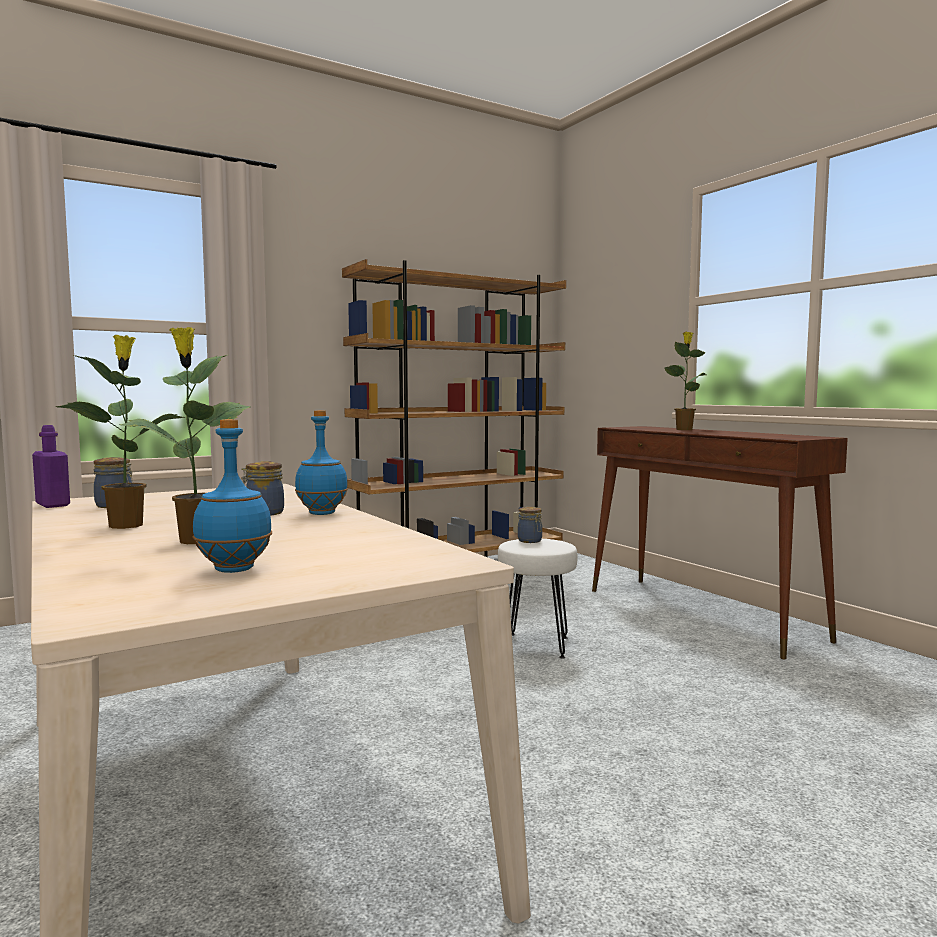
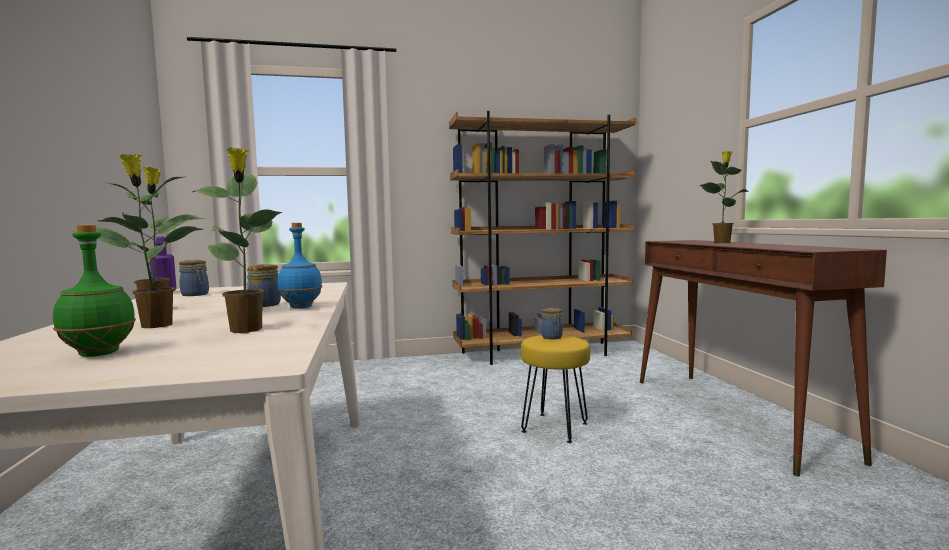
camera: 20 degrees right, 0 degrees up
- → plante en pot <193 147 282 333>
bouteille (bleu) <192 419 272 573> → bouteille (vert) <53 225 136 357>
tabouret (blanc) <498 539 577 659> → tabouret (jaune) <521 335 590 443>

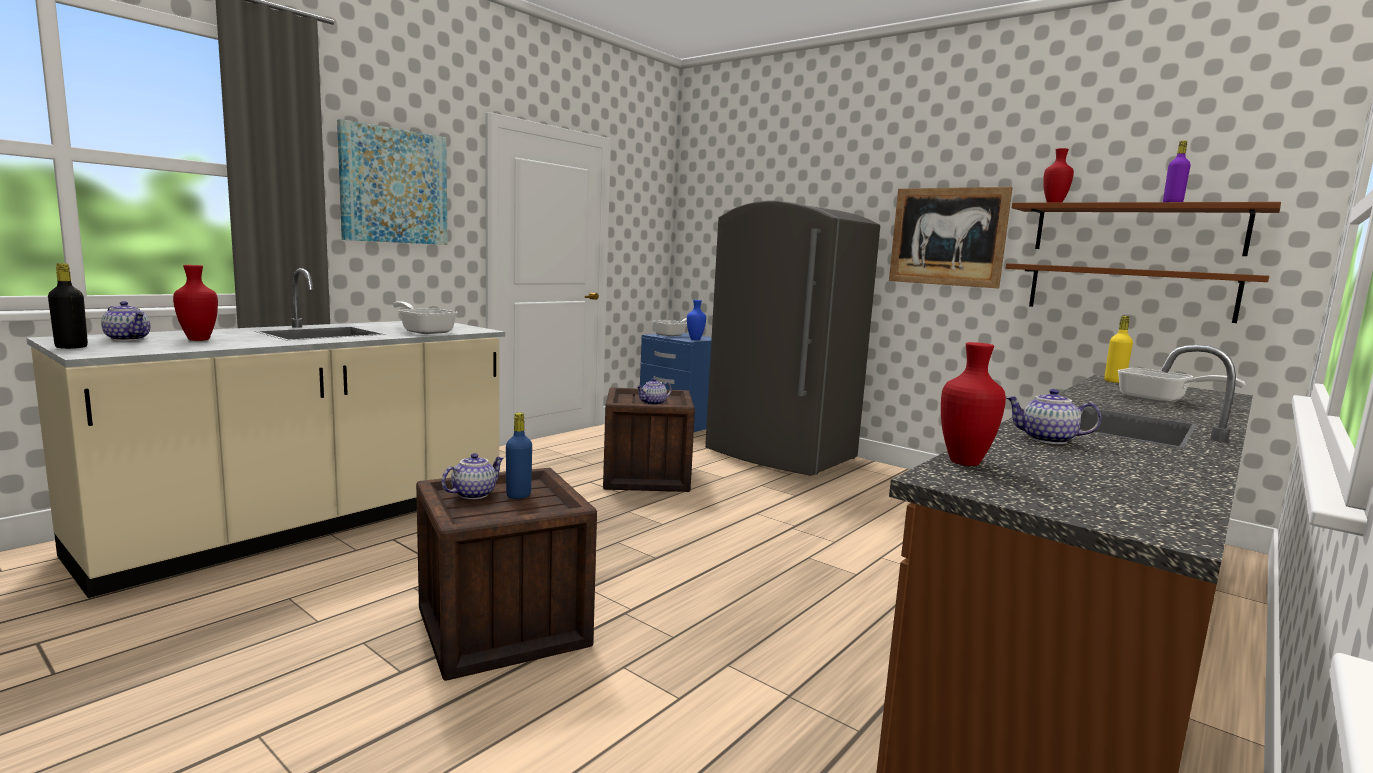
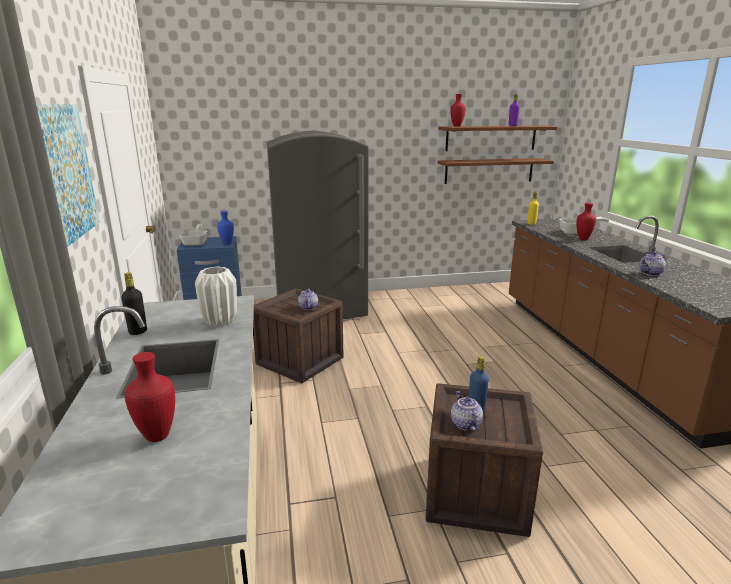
camera: 50 degrees left, 10 degrees up
théière <101 301 150 341> → -
tableau <889 187 1013 288> → -
bouteille (noir) <48 263 88 349> → bouteille (noir) <122 272 147 335>, move
vase (rouge) <941 342 1006 466> → vase (rouge) <576 203 596 240>, move
poêle <393 301 457 334> → vase (blanc) <195 266 237 327>

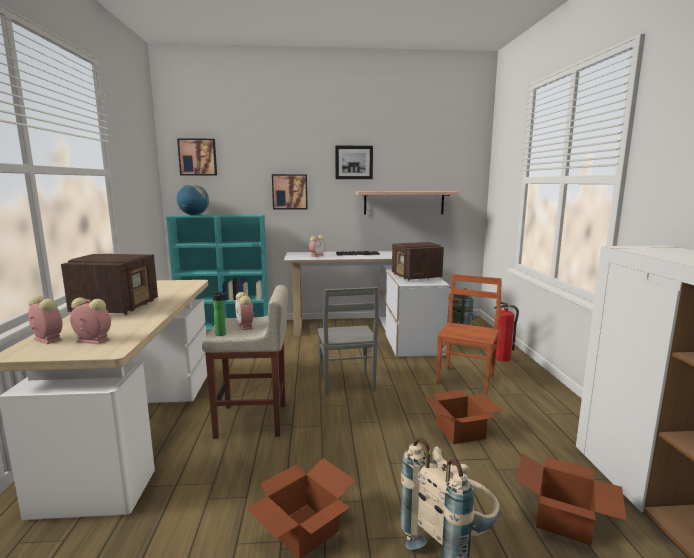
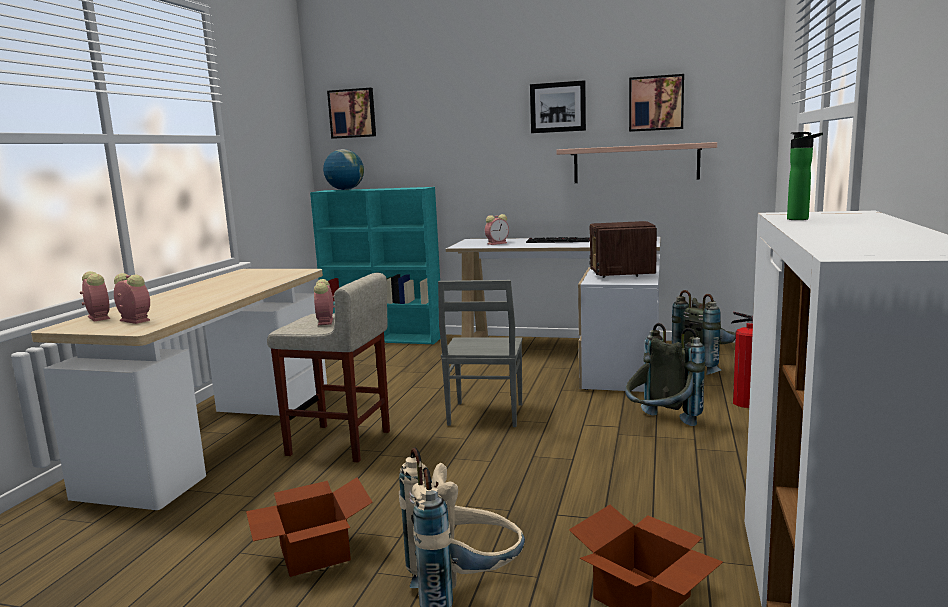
camera: 20 degrees right, 0 degrees up
radio <61 254 158 314> → -
carton <423 390 504 444> → -
bouteille <213 291 228 336> → bouteille <787 132 823 220>, move
tableau <272 174 308 210> → tableau <629 74 684 132>, move
chaise (marron) <437 274 502 394> → sac à dos (gris) <625 323 705 426>

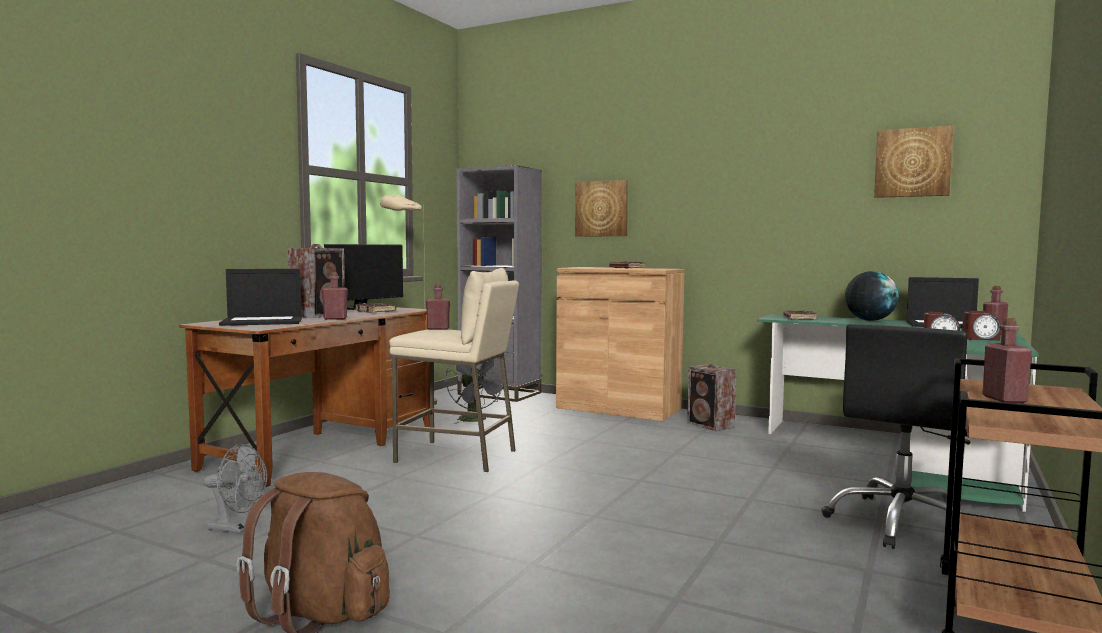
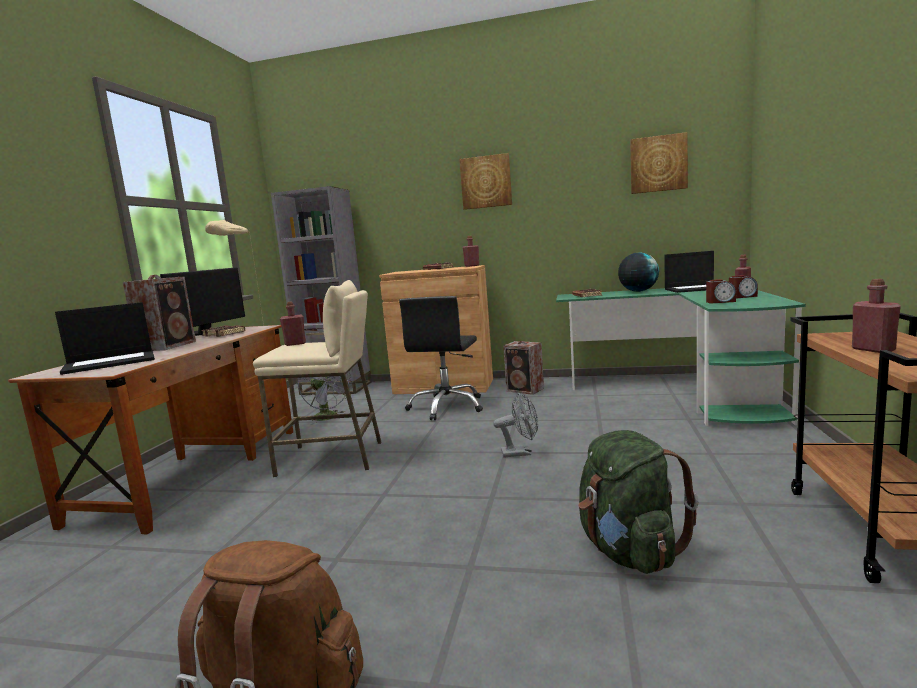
camera: 15 degrees left, 5 degrees up
- → sac à dos (vert) <578 430 699 574>
ventilateur (gris) <203 444 267 533> → ventilateur (gris) <493 393 538 457>, move
bouteille (rouge) <322 272 348 320> → bouteille (rouge) <463 236 479 267>, move
tableau <575 180 628 236> → tableau <459 153 512 210>, move
chaise de bureau (noir) <821 324 970 549> → chaise de bureau (noir) <399 296 483 420>, move

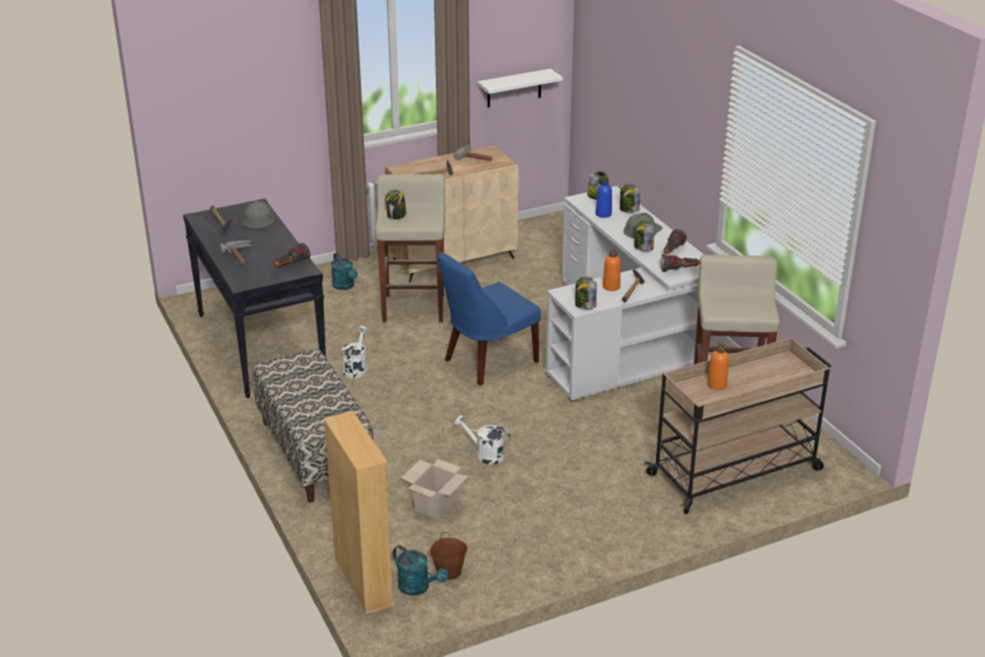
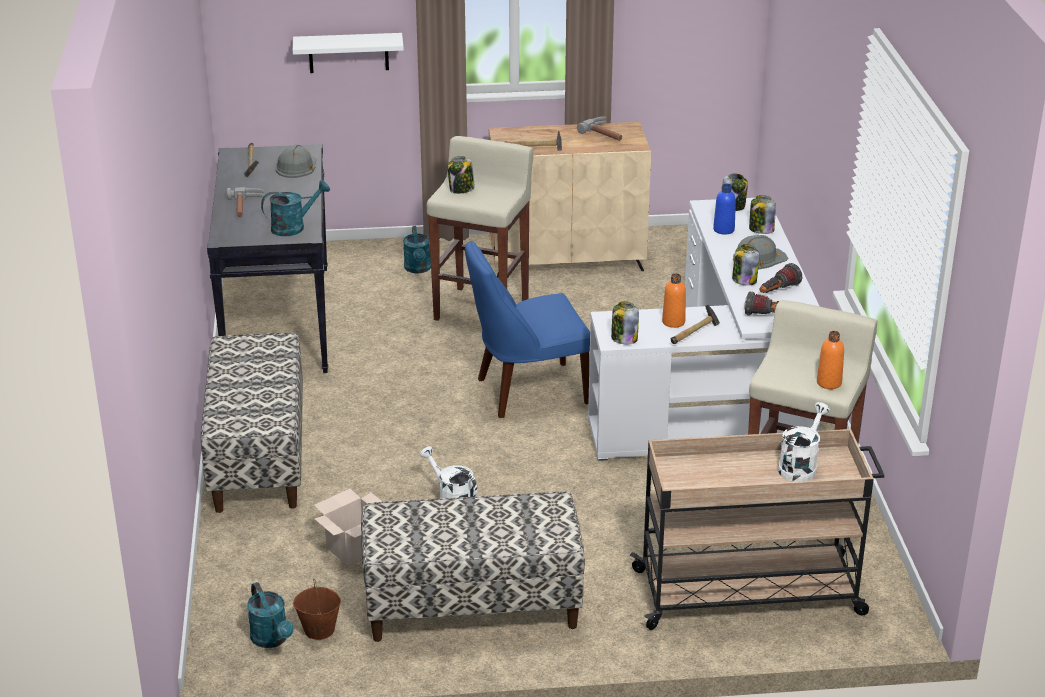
camera: 20 degrees right, 0 degrees up
bibliothèque (beige) <324 411 395 615> → -
- → banc <361 492 585 642>
arrosoir (blanc) <342 326 368 378> → arrosoir (blanc) <778 402 830 482>, move
étagère (blanc) <477 68 563 107> → étagère (blanc) <293 33 404 73>, move
bouteille (orange) <707 344 729 390> → bouteille (orange) <817 331 844 389>, move
lampe de poche <274 243 310 267> → arrosoir (turquoise) <261 180 330 236>

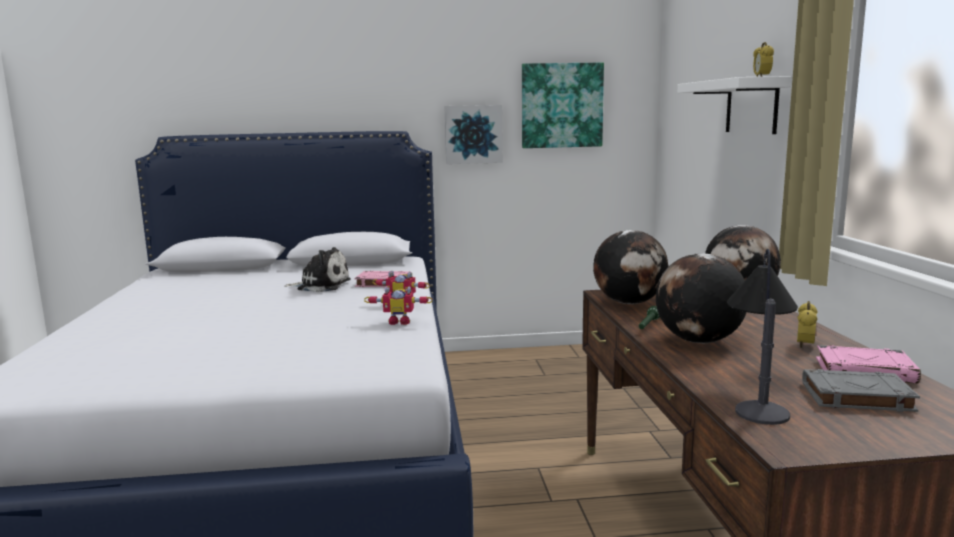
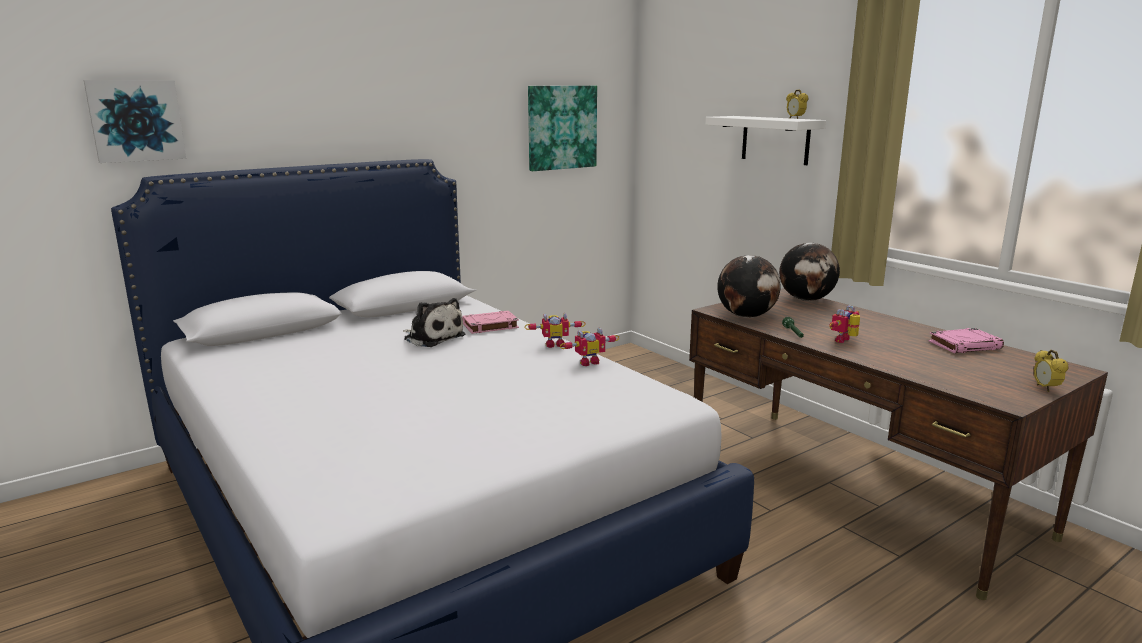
camera: 30 degrees left, 5 degrees up
lampe de table <727 249 798 425> → -
livre (gris) <802 369 920 412> → -
tableau <444 105 503 164> → tableau <84 80 186 163>, move
réveil <797 301 817 348> → réveil <1034 350 1068 392>, move
globe <656 253 747 343> → robot jouet <829 305 860 343>
peluche <284 247 351 292> → peluche <403 298 466 347>, 60 degrees clockwise

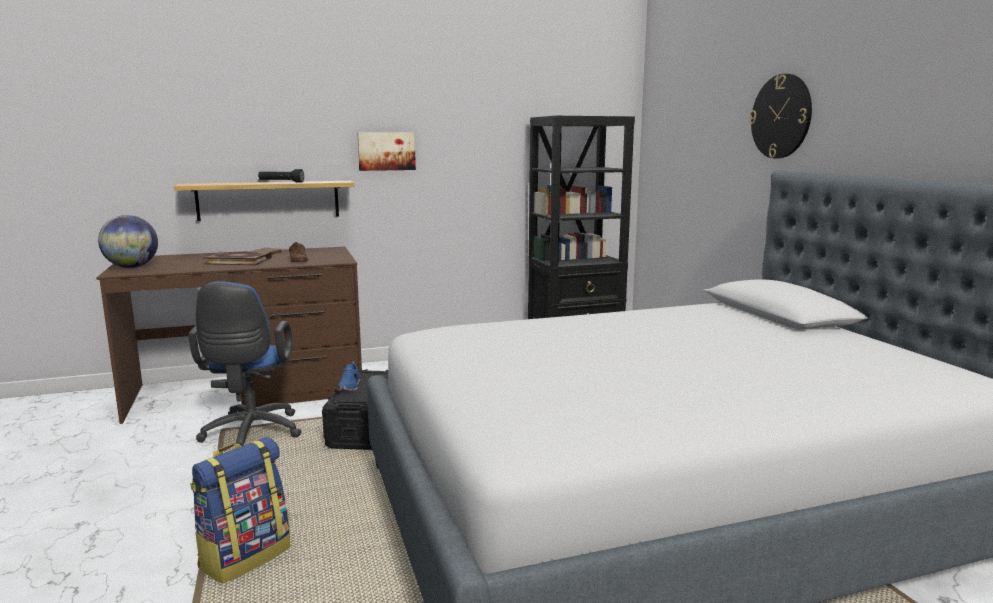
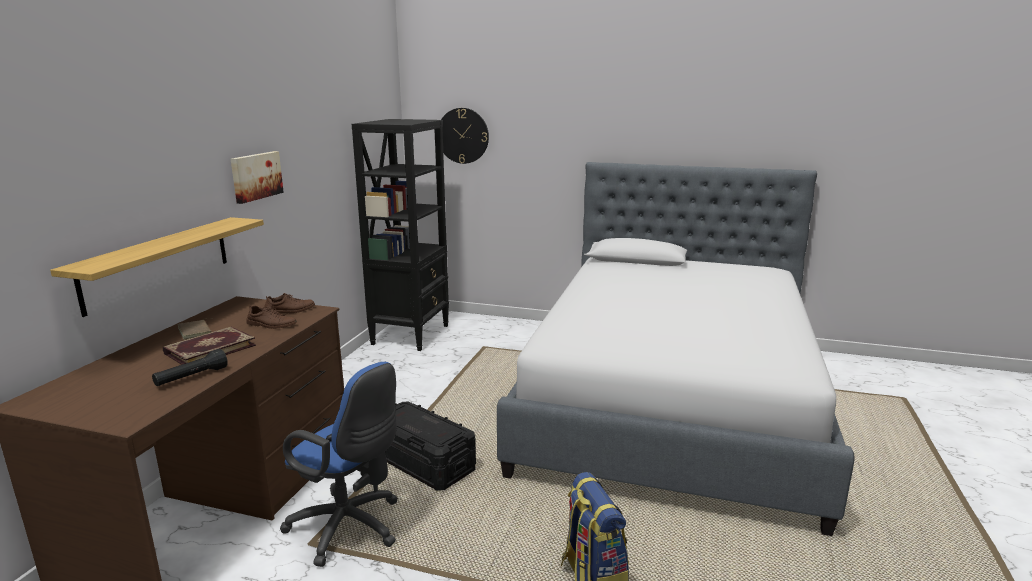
camera: 55 degrees left, 5 degrees up
globe <98 215 158 268> → -
chaussure (bleu) <338 361 360 391> → -
- → chaussure (marron) <264 293 315 314>
lampe de poche (noir) <258 169 304 183> → lampe de poche (noir) <152 349 228 386>, move
horloge murale <749 74 812 159> → horloge murale <441 108 489 164>, move

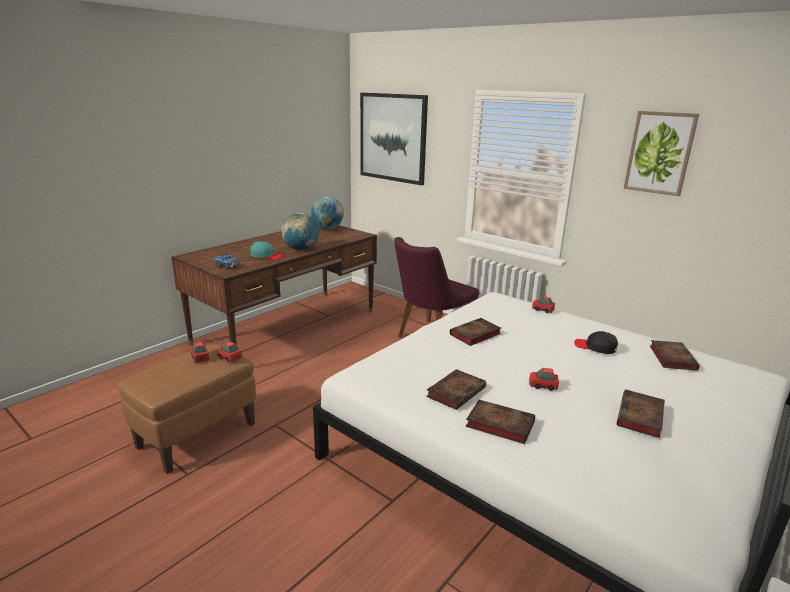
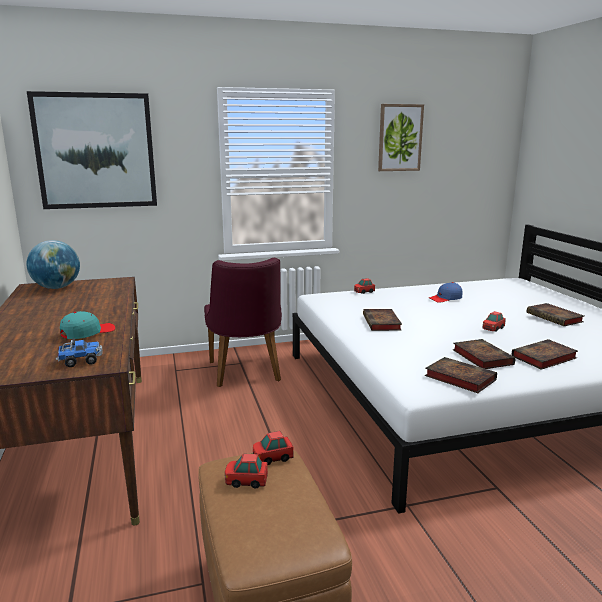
camera: 55 degrees left, 5 degrees down
globe <282 213 319 250> → -
livre <650 340 700 371> → livre <425 357 497 393>, move
casquette (noir) <574 331 618 354> → casquette (bleu) <429 282 462 303>

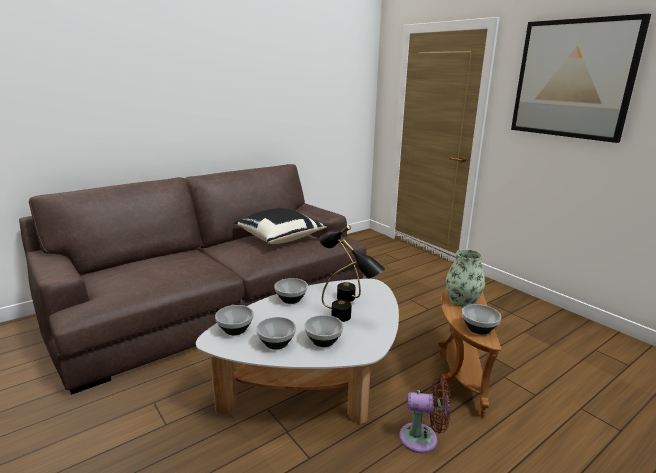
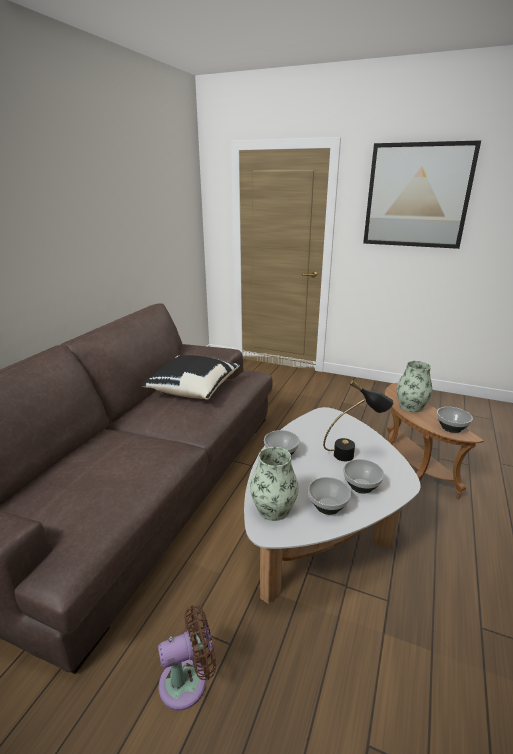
camera: 30 degrees left, 5 degrees up
lampe de table (noir) <319 225 361 302> → -
ventilateur (marron) <399 378 450 453> → ventilateur (marron) <158 605 216 711>, move
bol <215 305 254 335> → vase <250 447 299 521>

